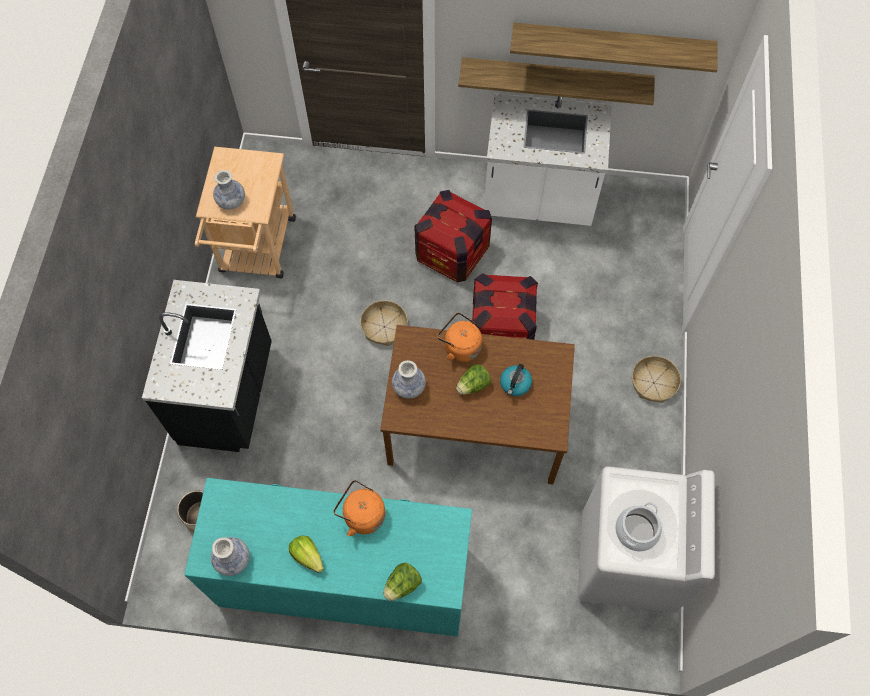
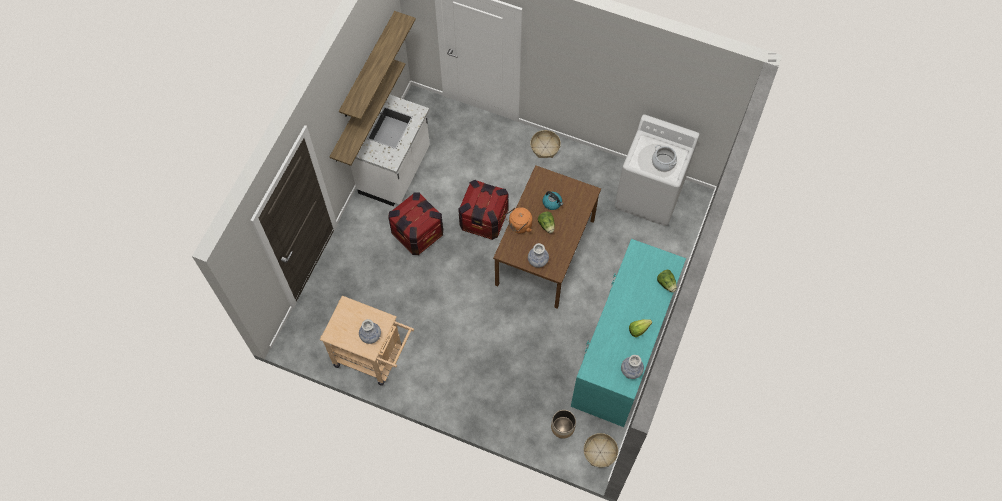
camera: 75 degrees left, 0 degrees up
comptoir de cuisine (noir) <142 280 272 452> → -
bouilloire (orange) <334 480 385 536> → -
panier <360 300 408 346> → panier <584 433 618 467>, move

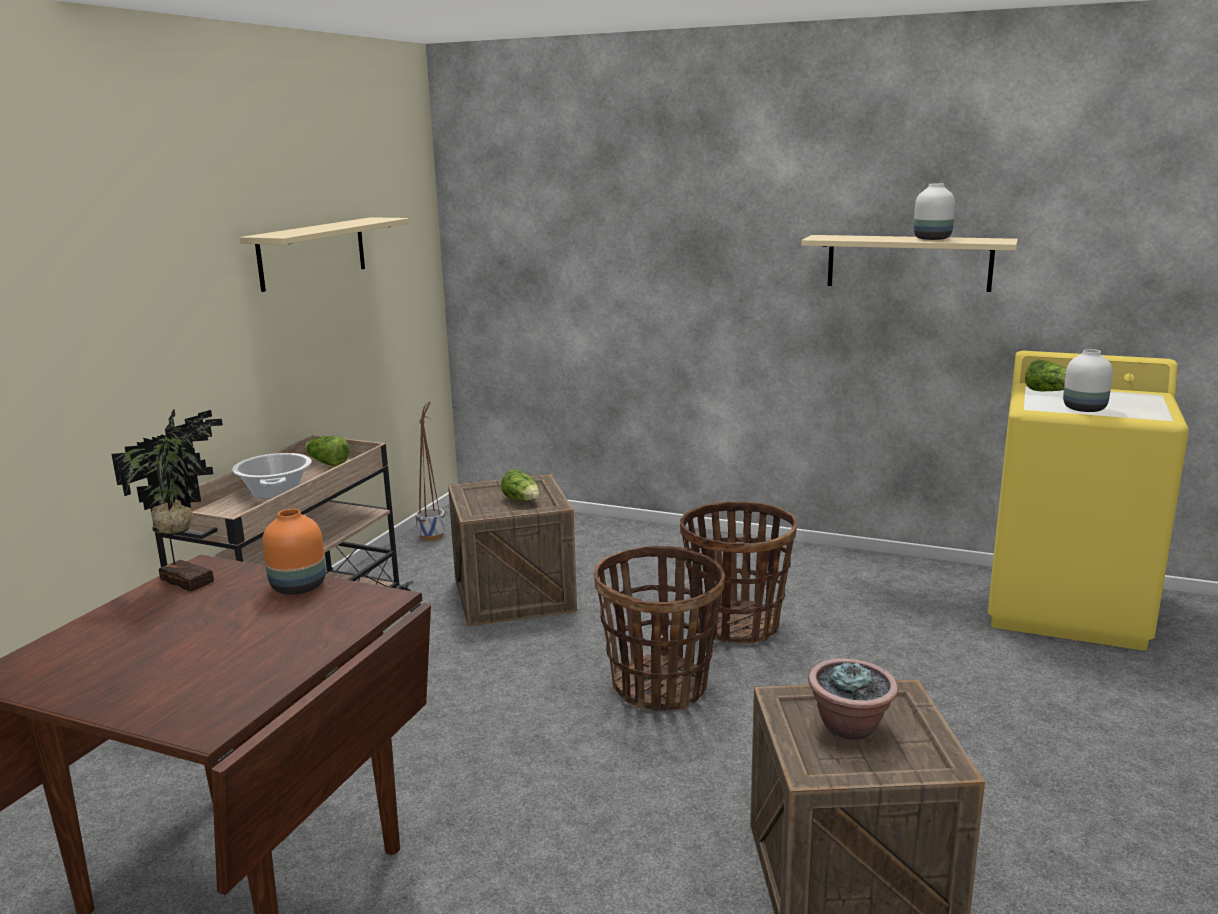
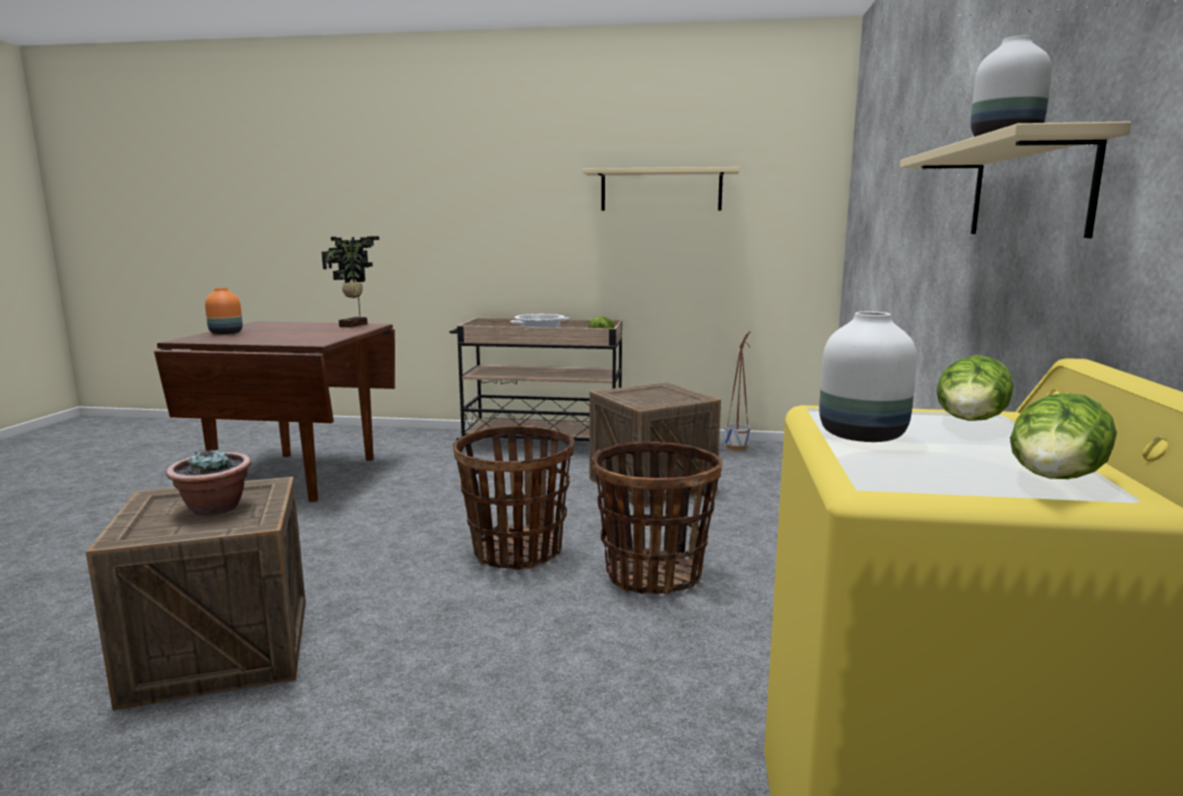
camera: 75 degrees right, 5 degrees down
vase (orange) <262 509 326 595> → vase (orange) <205 288 243 335>, move
laitue <501 469 539 501> → laitue <1010 392 1117 479>, move

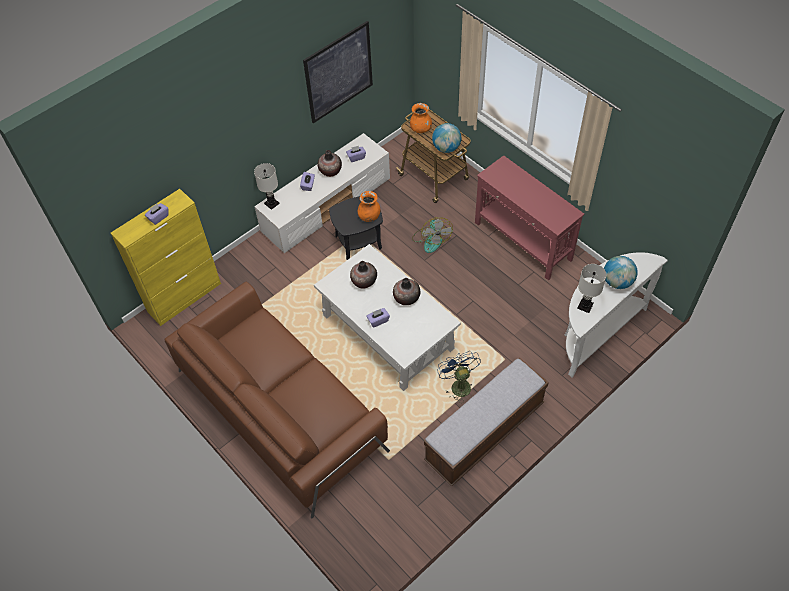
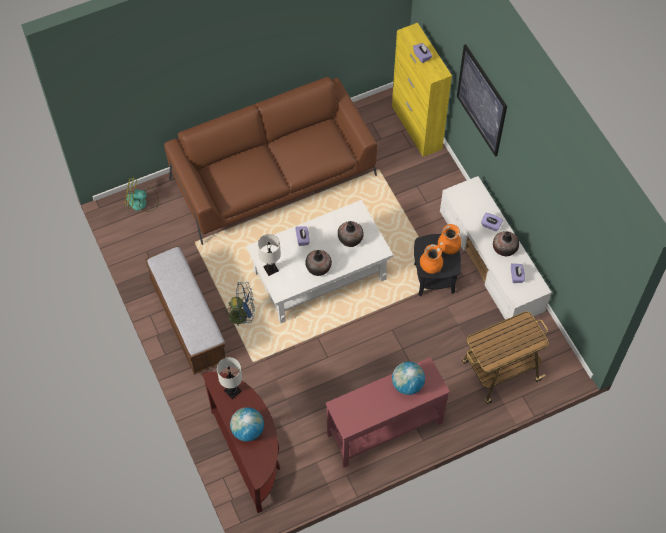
camera: 105 degrees right, 5 degrees up
lampe de table (blanc) <254 163 279 210> → lampe de table (blanc) <258 234 281 276>, move
tableau <303 21 373 123> → tableau <457 44 507 157>, move
vase (orange) <410 103 432 133> → vase (orange) <438 224 461 254>, move
ventilateur <412 217 453 253> → ventilateur <125 177 159 212>, move
globe <432 123 461 153> → globe <392 362 425 395>, move
table console (blanc) <564 252 668 378> → table console (marron) <202 372 280 513>

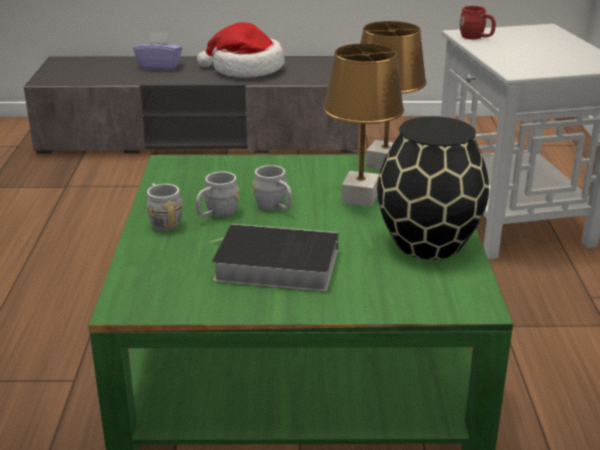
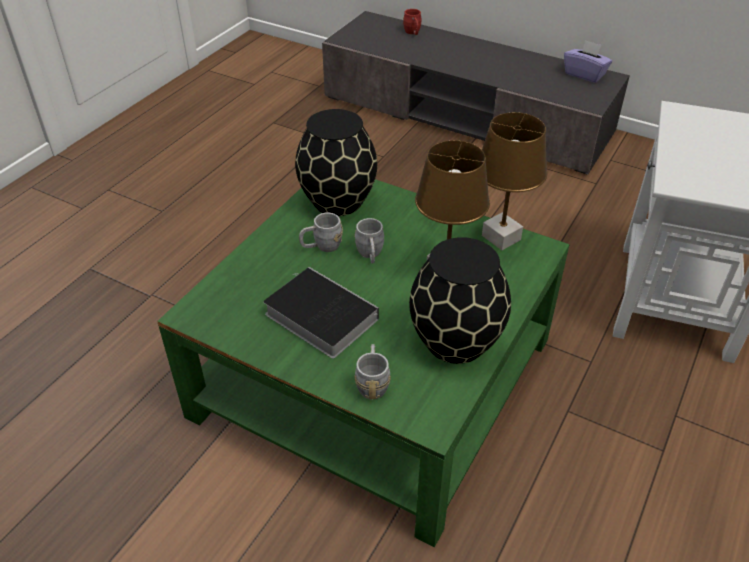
camera: 30 degrees right, 15 degrees up
chapeau <197 22 285 77> → -
- → vase (noir) <295 109 377 216>
boîte à mouchoirs (violet) <133 32 182 70> → boîte à mouchoirs (violet) <564 40 612 83>, move
mug (gris) <146 183 183 231> → mug (gris) <354 344 391 400>, move
mug (rouge) <459 6 496 39> → mug (rouge) <403 9 422 35>, move

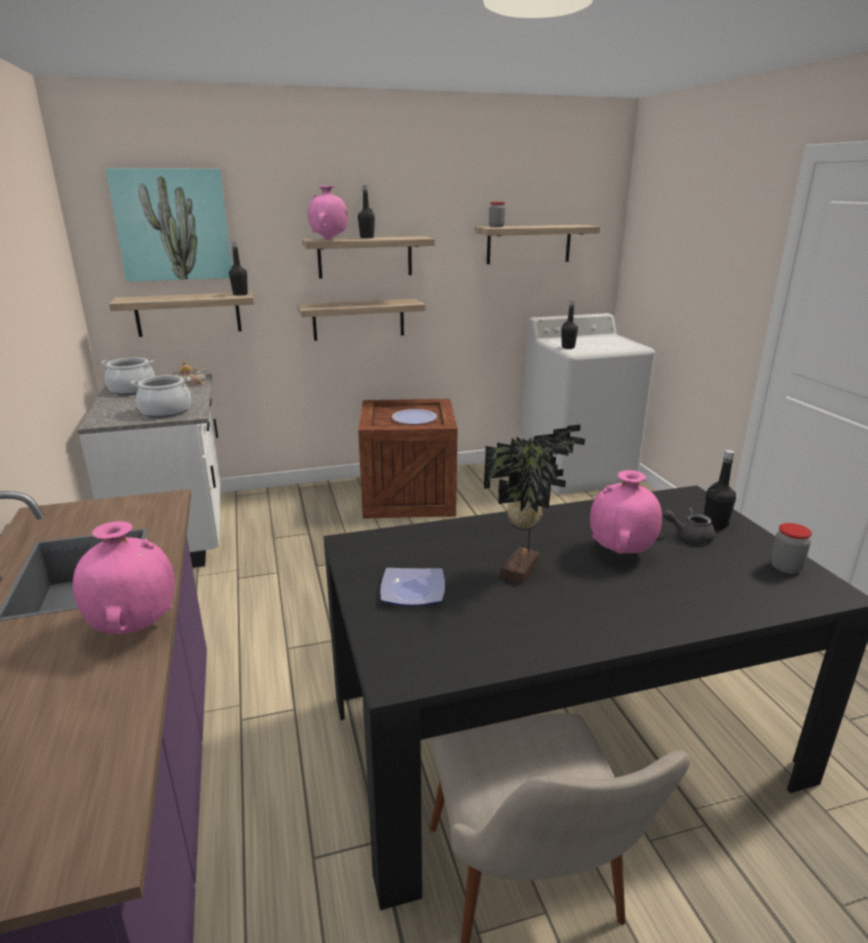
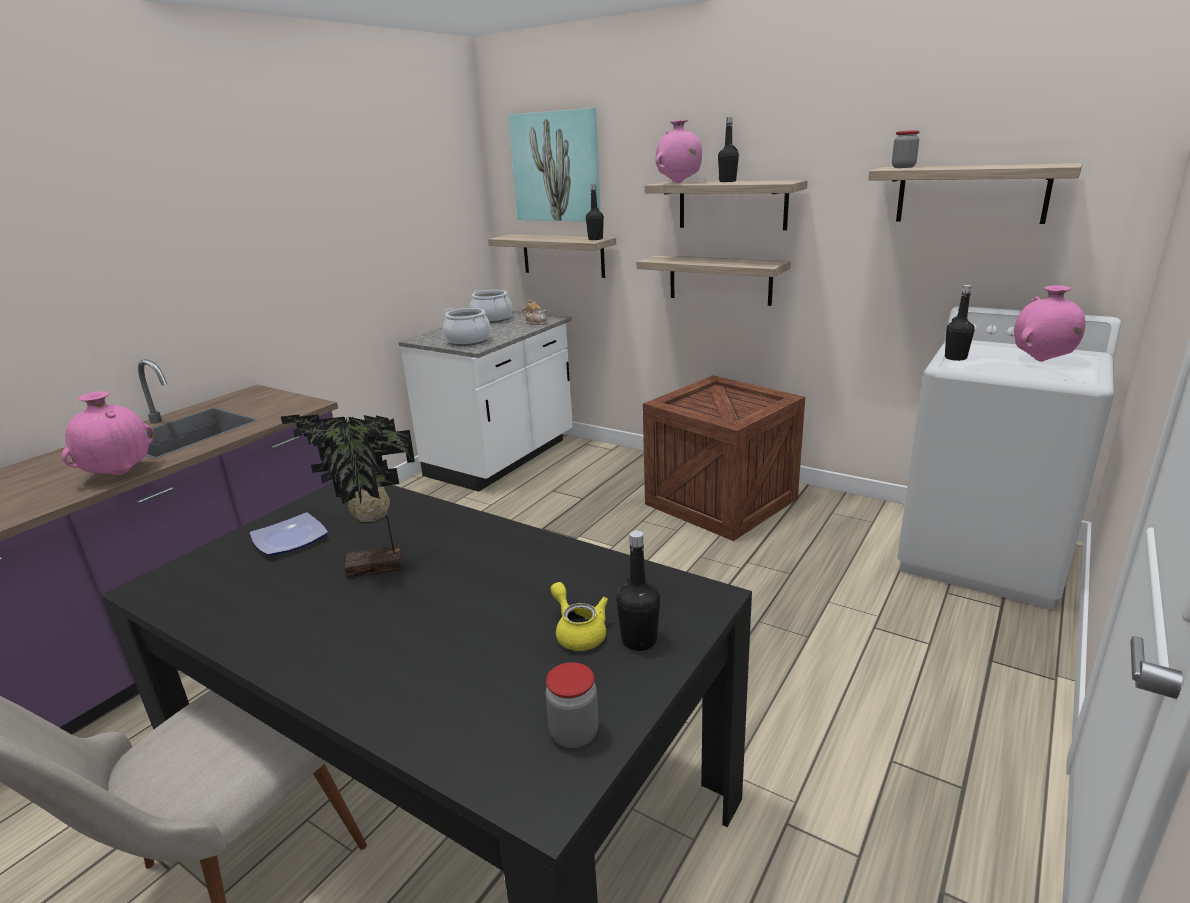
camera: 50 degrees right, 0 degrees up
assiette <392 409 437 424> → -
vase (rose) <590 470 662 554> → vase (rose) <1014 285 1085 362>, move
théière (gris) <662 508 715 543> → théière (jaune) <551 582 608 651>

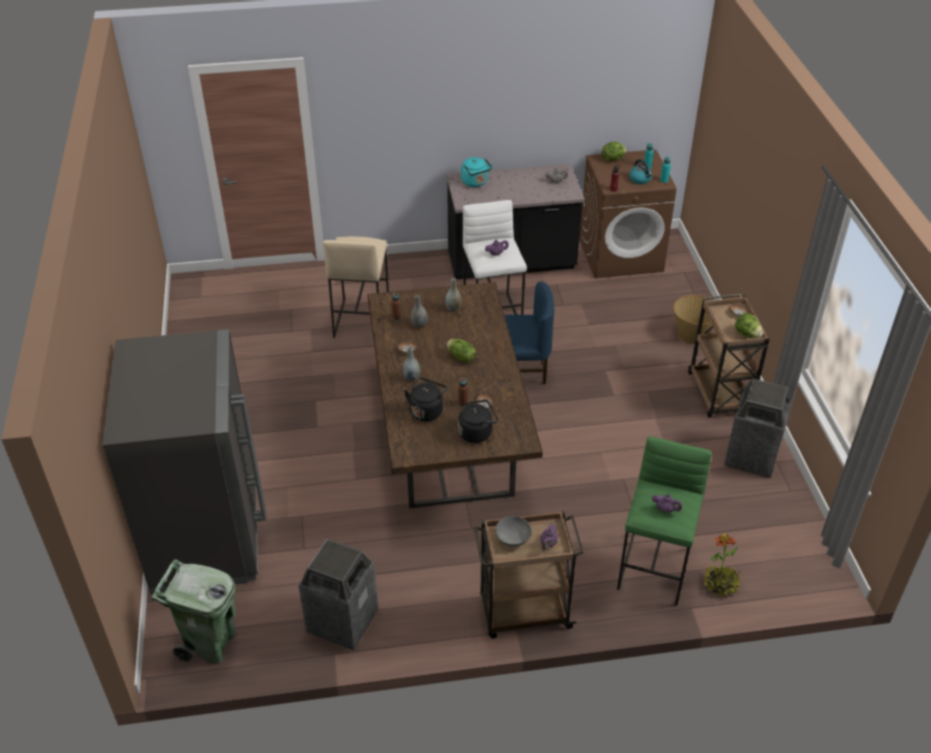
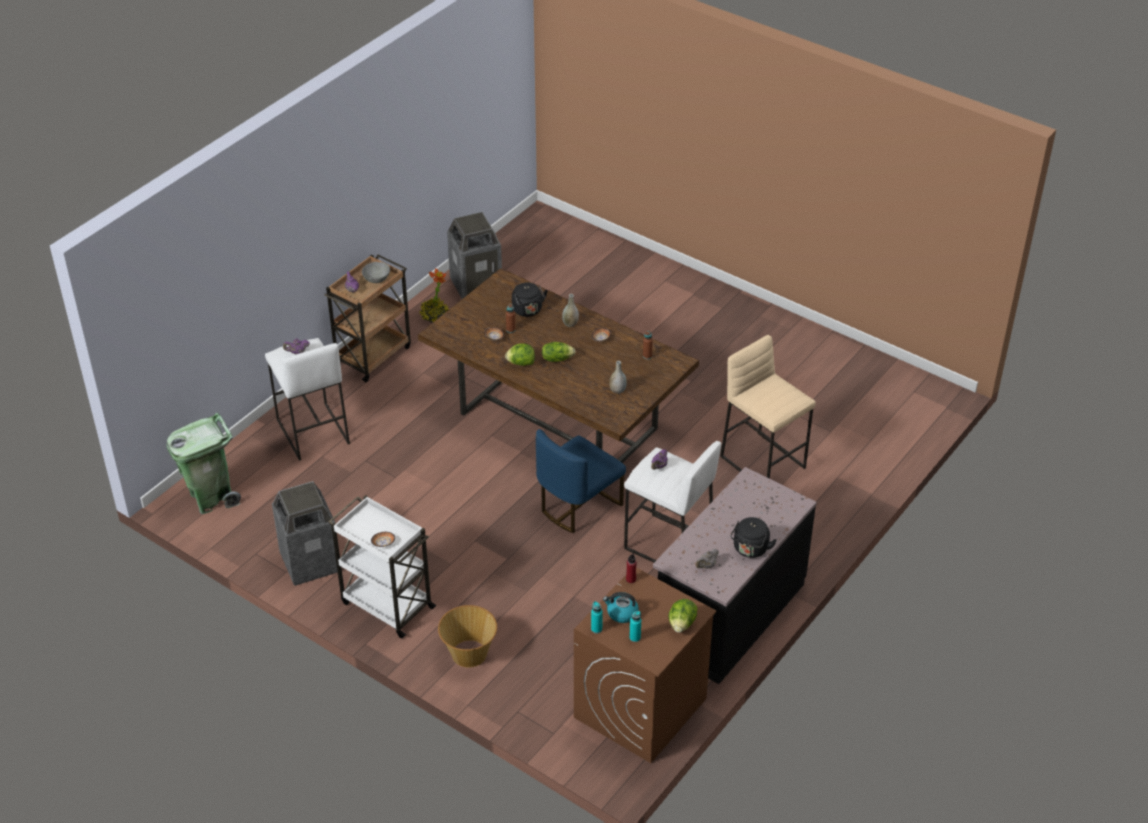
camera: 135 degrees right, 0 degrees up
réfrigérateur (gris) <103 329 267 595> → -
vase (gris) <411 295 428 328> → -
bouilloire (turquoise) <461 157 492 187> → -
poubelle (vert) <151 559 237 664> → poubelle (vert) <166 412 241 514>, move
bouilloire (noir) <458 400 498 443> → bouilloire (noir) <730 517 777 558>, move
plante en pot <703 533 742 598> → plante en pot <419 268 449 323>, move
laitue <735 313 763 339> → laitue <505 344 535 366>, move
tabouret (vert) <617 437 712 605> → tabouret (blanc) <265 338 350 461>
chariot (marron) <688 294 770 417> → chariot (blanc) <328 495 437 638>

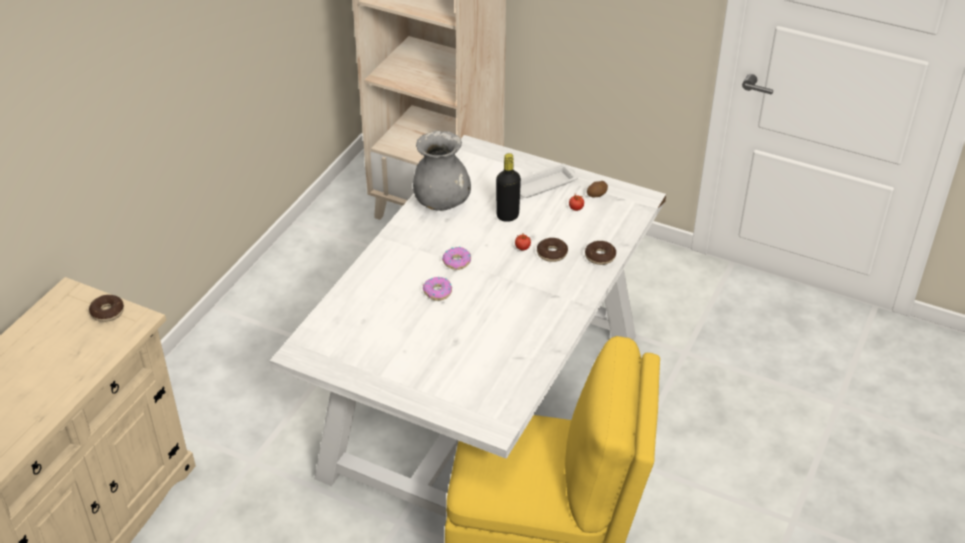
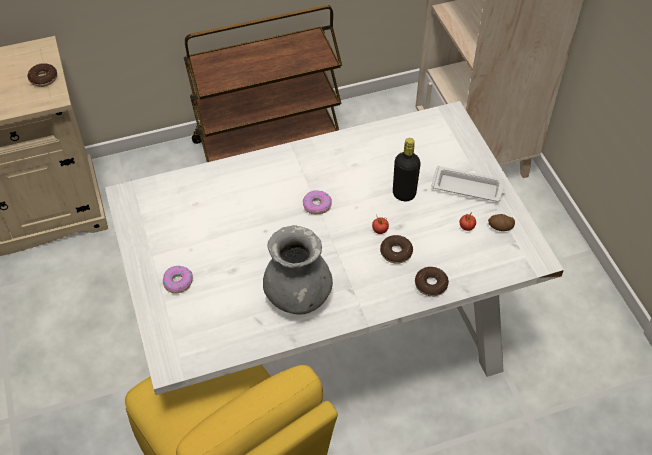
camera: 45 degrees right, 10 degrees up
- → chariot (marron) <184 5 342 162>
vase (gris) <413 131 471 211> → vase (gris) <263 225 333 314>, move
beignet <423 277 452 301> → beignet <163 266 193 294>, move

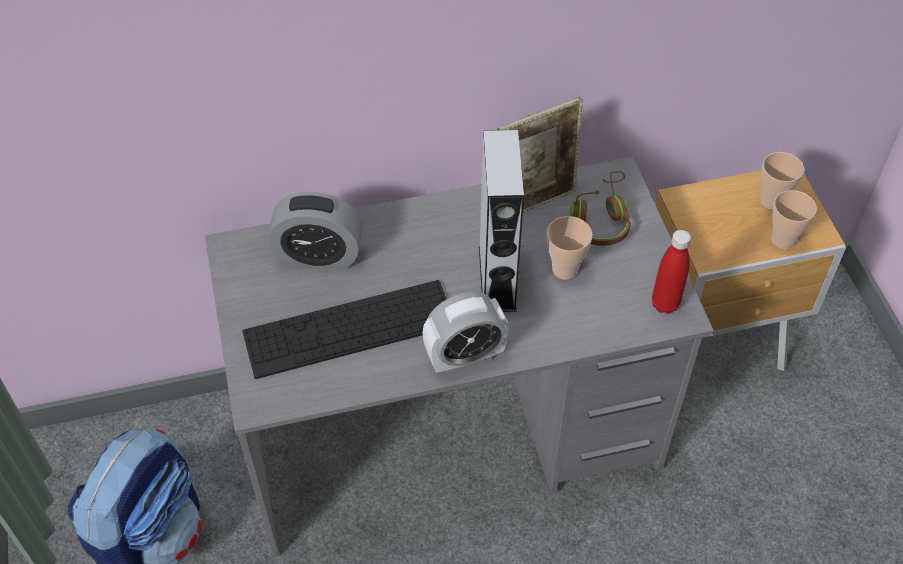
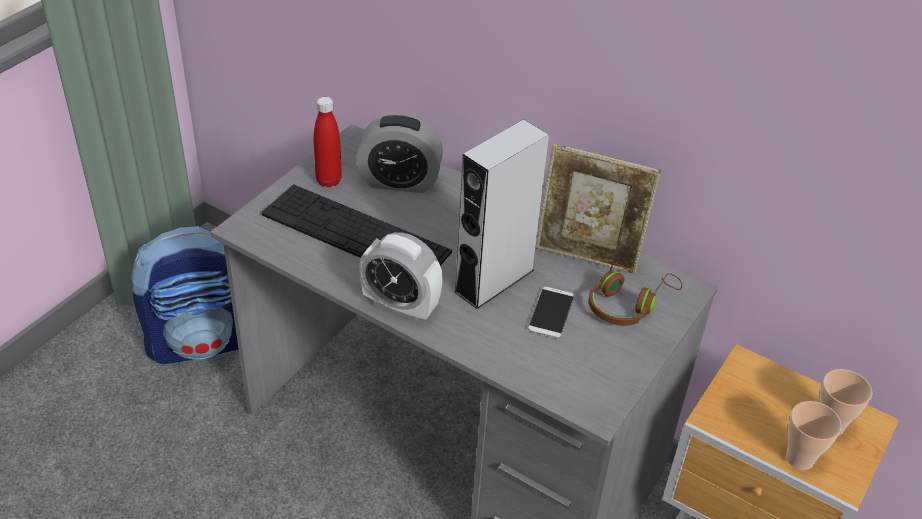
camera: 45 degrees right, 10 degrees down
bouteille (rouge) <652 230 691 314> → bouteille (rouge) <313 97 342 187>, move
tasse <547 216 592 280> → téléphone <528 287 574 338>
réveil <268 192 363 269> → réveil <356 114 443 193>, 45 degrees counterclockwise

